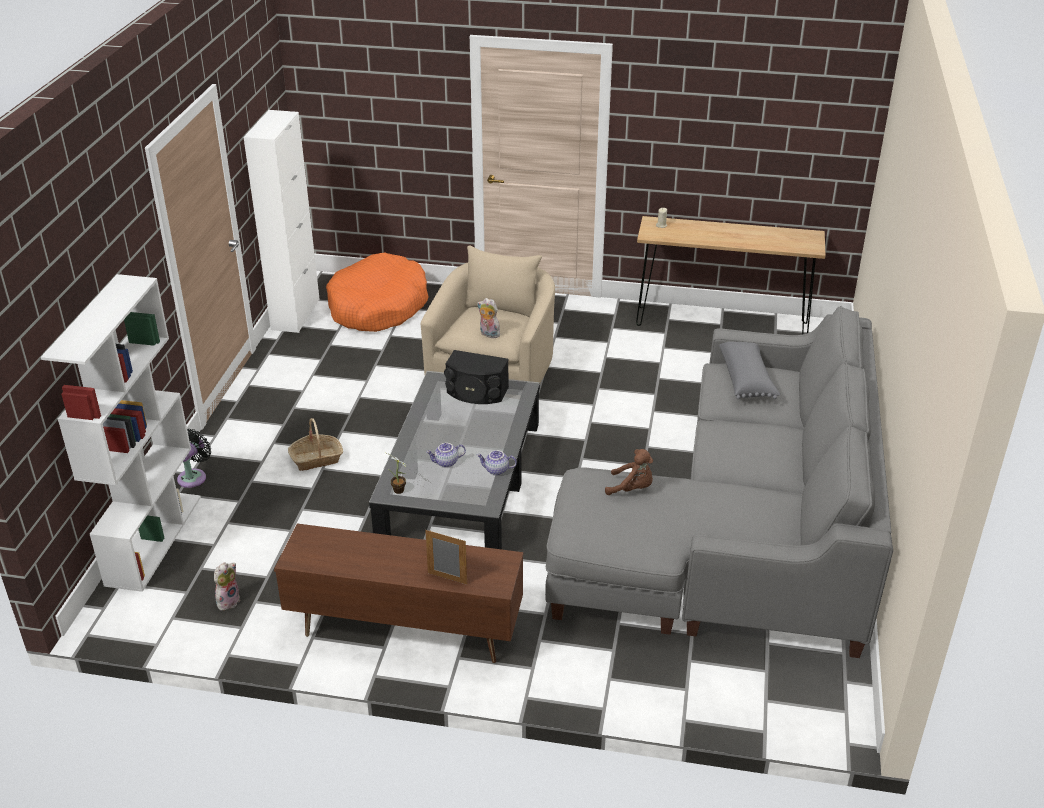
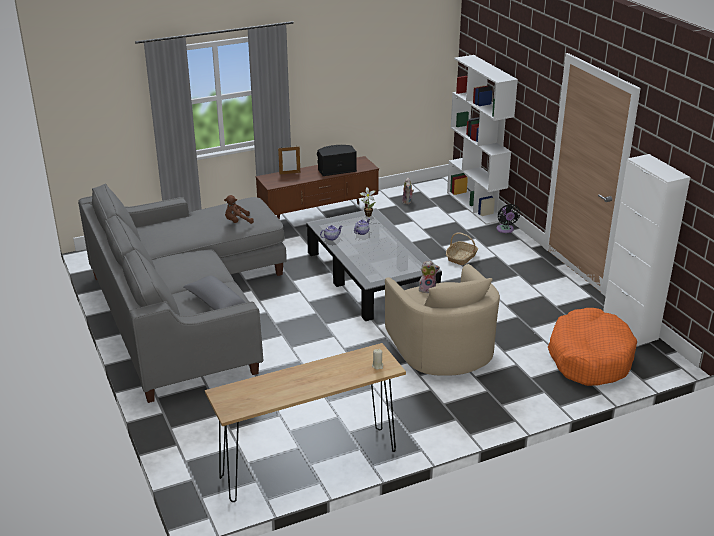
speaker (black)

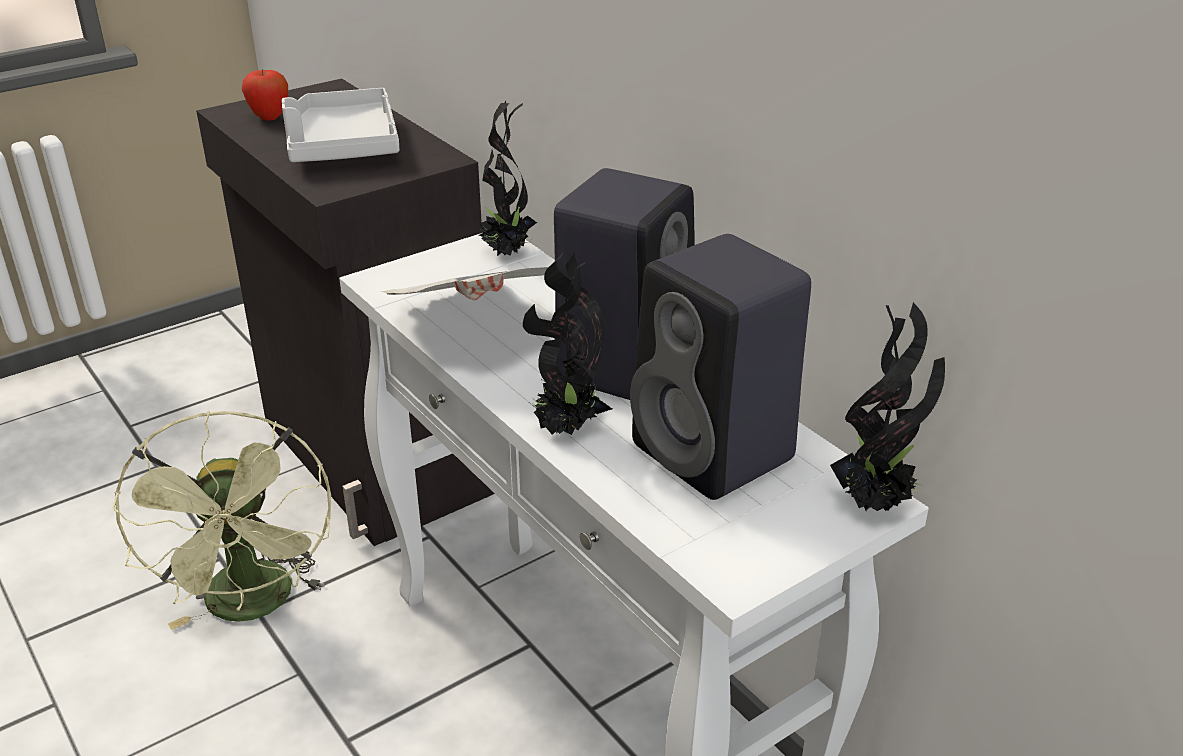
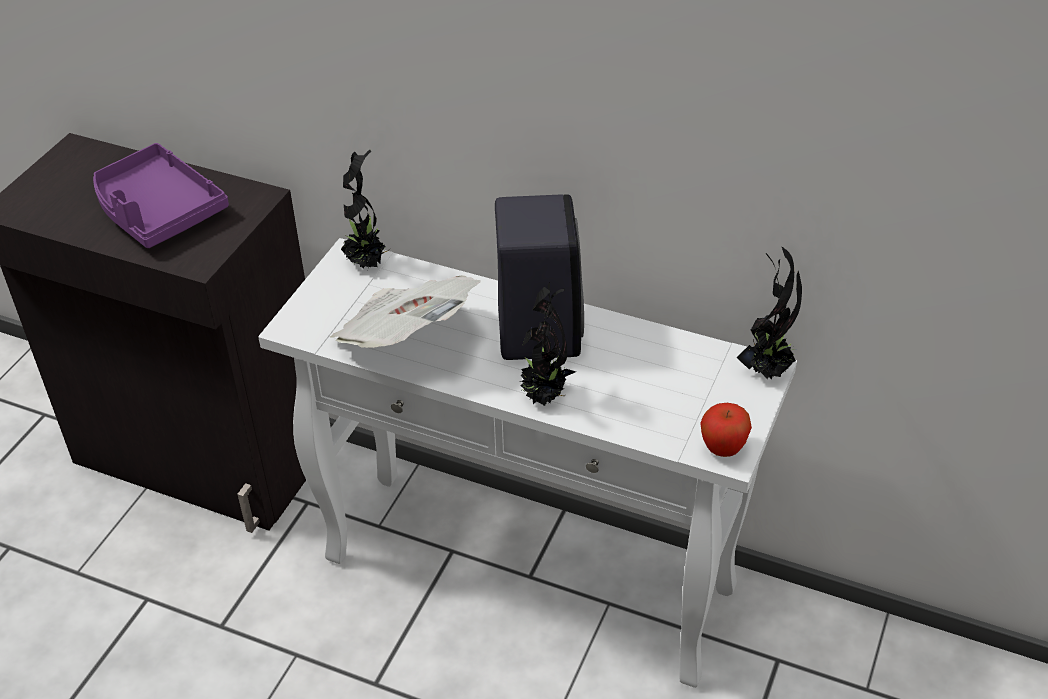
tray (purple)
apple
fan (green)
speaker (black) (2nd from left in the first image)

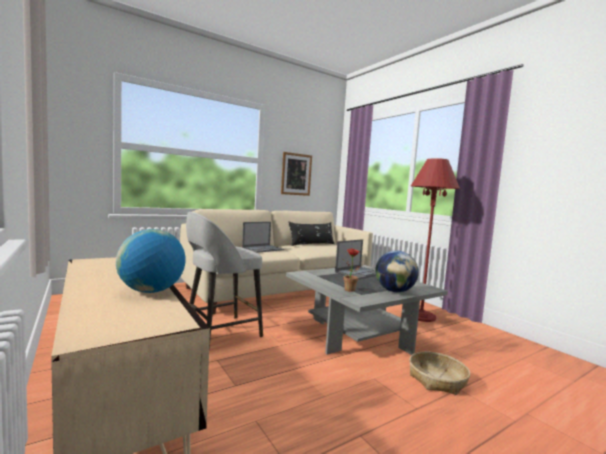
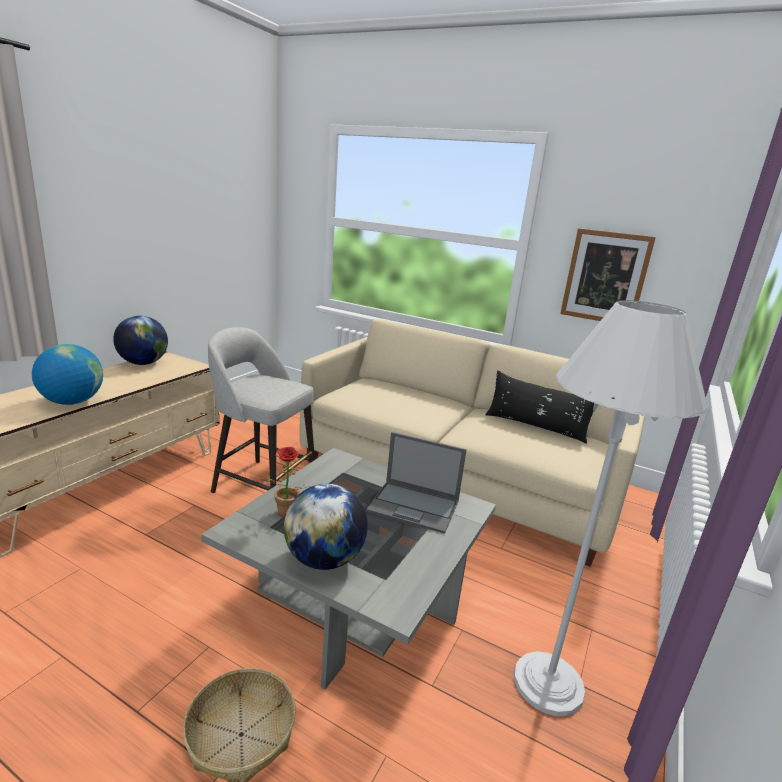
globe (2nd from left)
floor lamp (white)
laptop (1st from left in the first image)

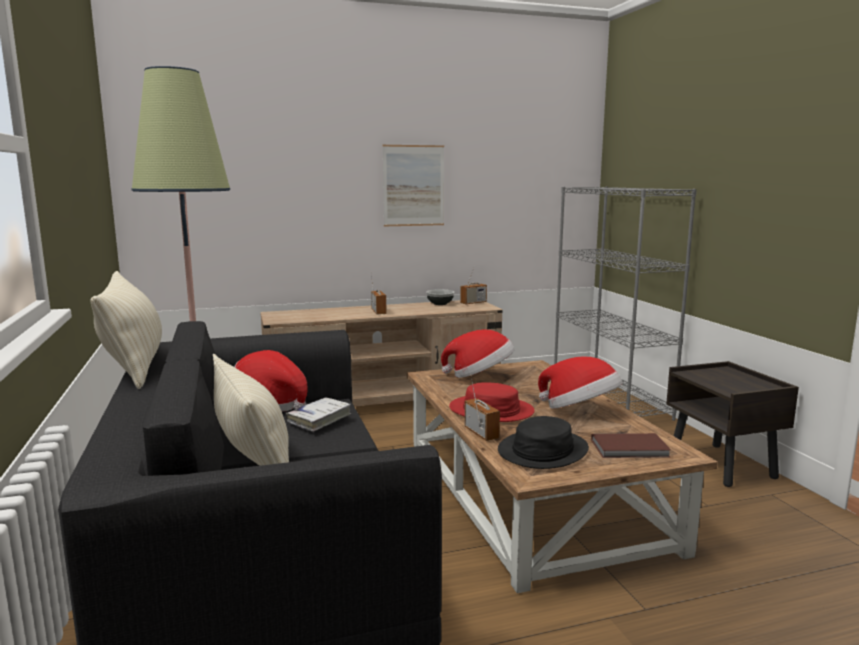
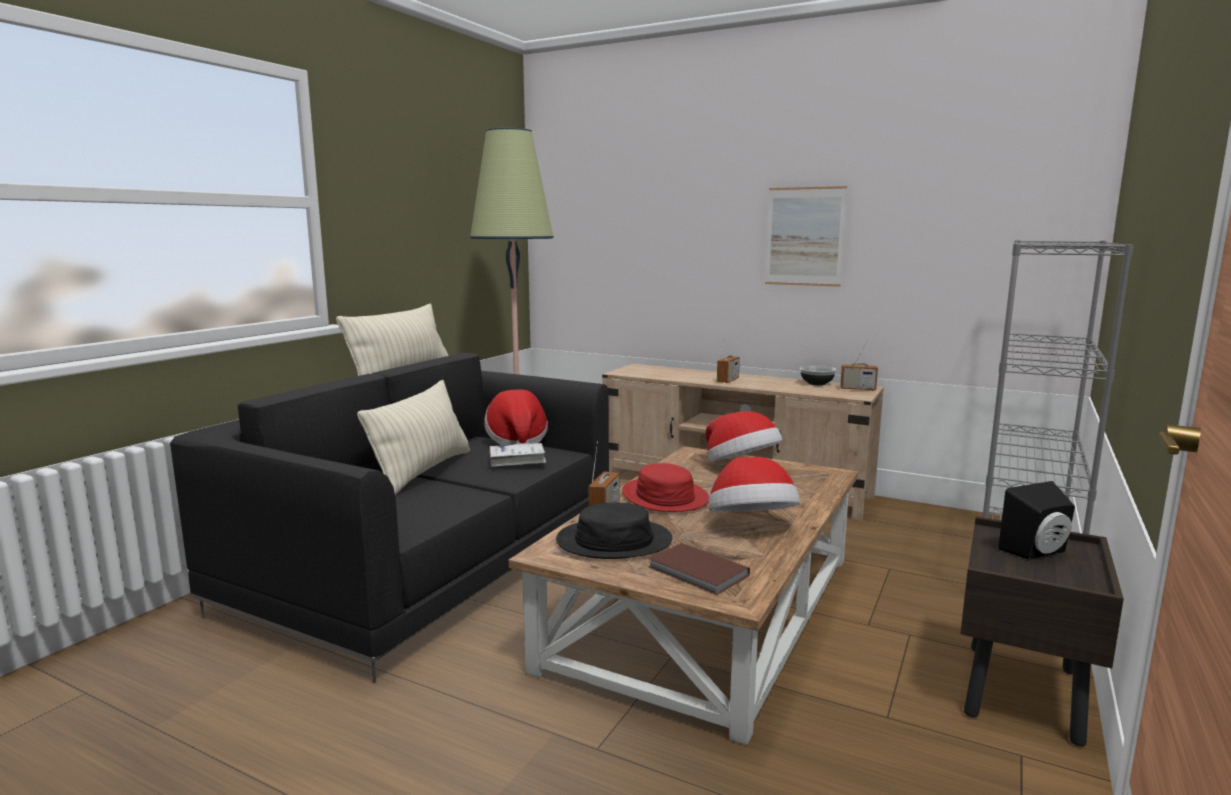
speaker (black)

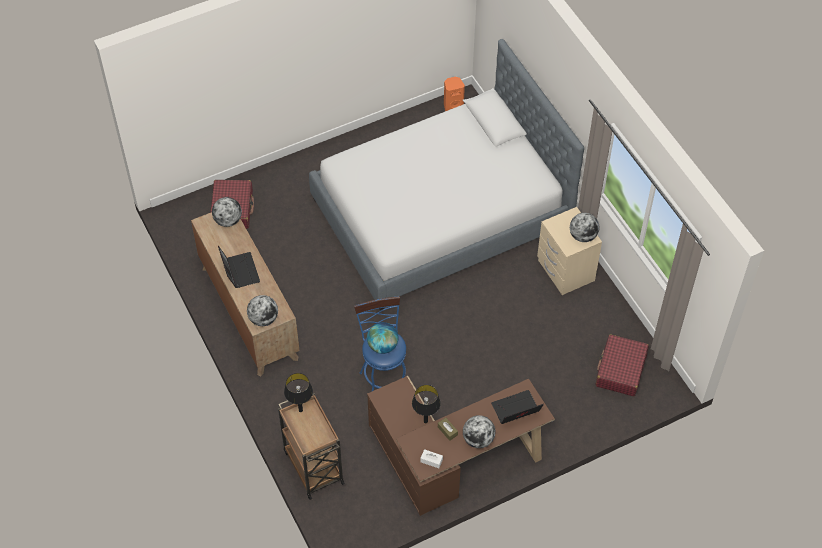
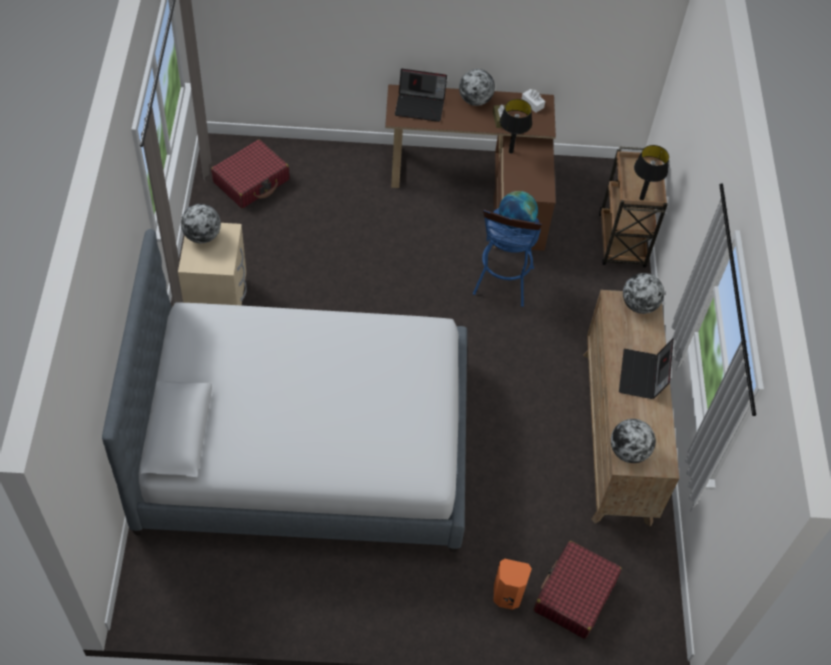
speaker (orange)

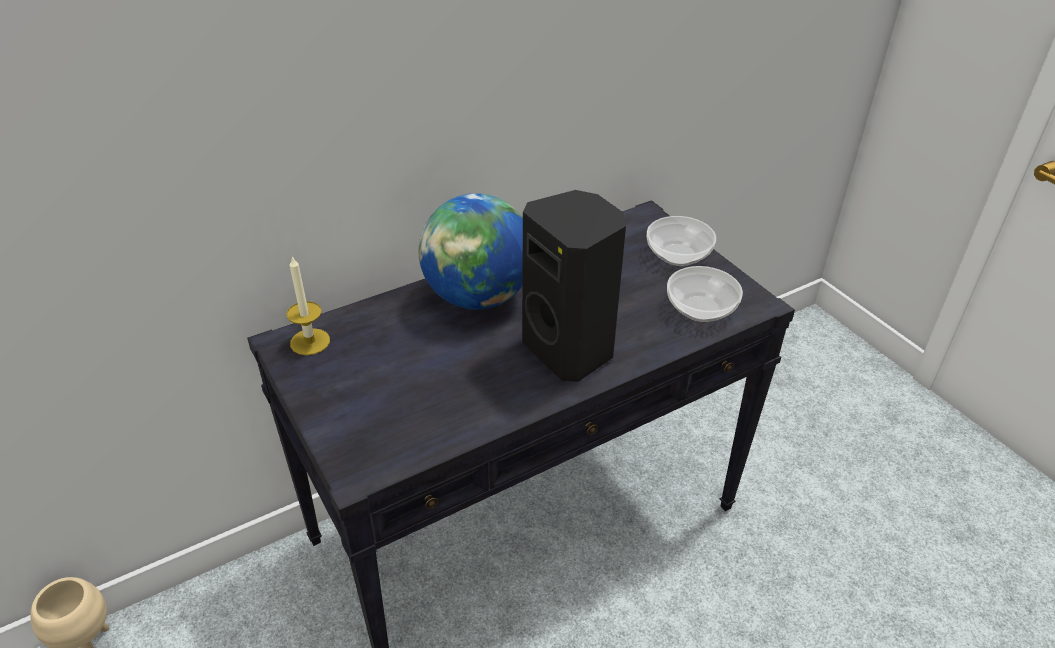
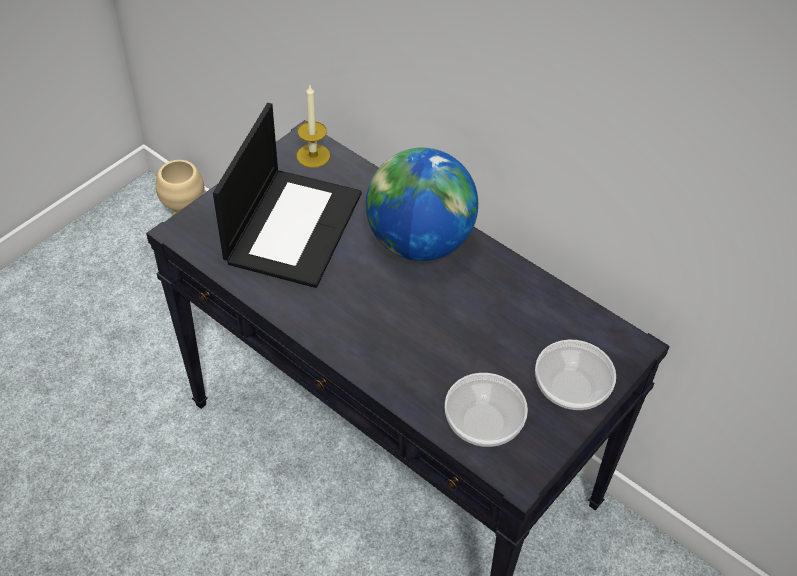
laptop
speaker (black)

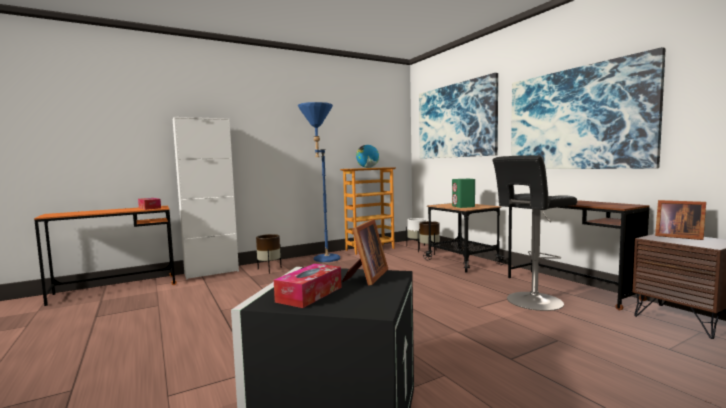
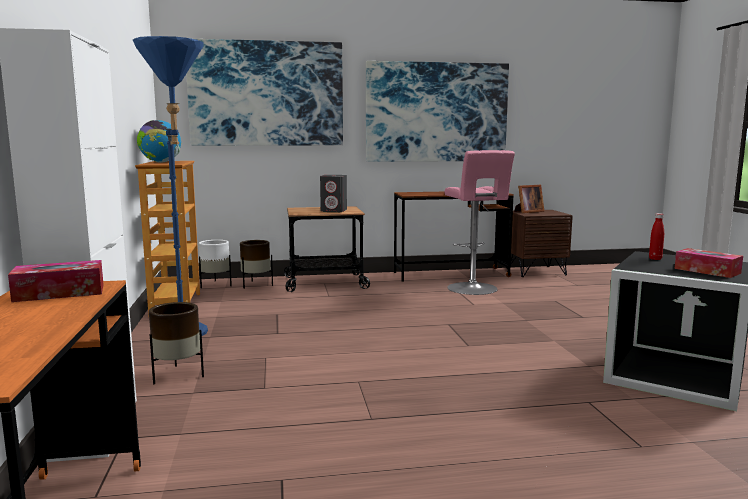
speaker (grey)
stool (pink)
bottle (red)

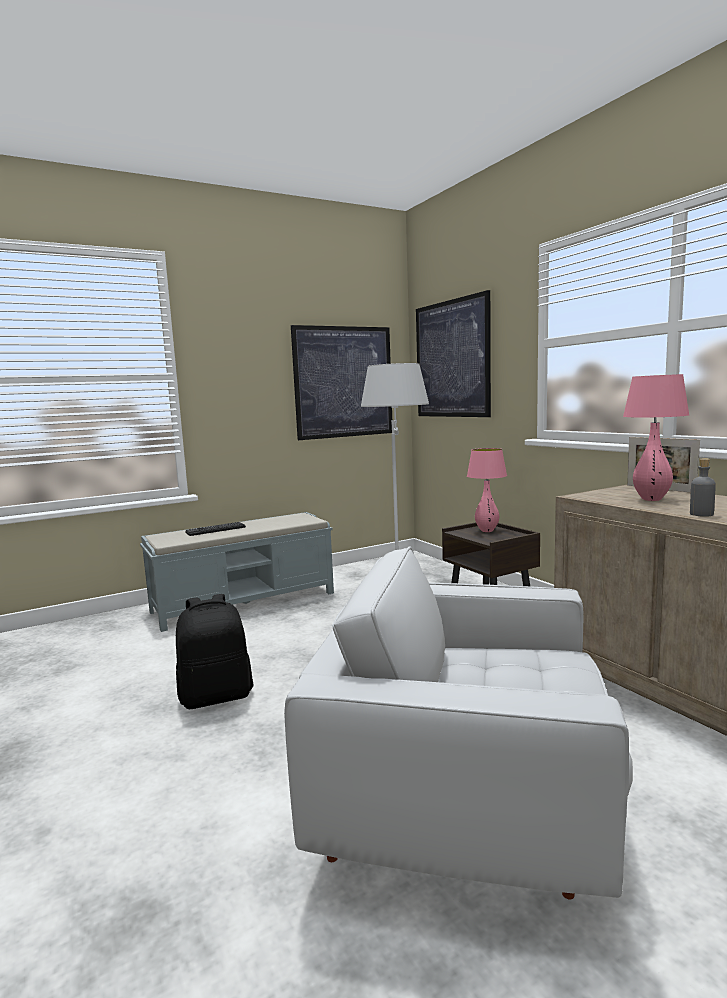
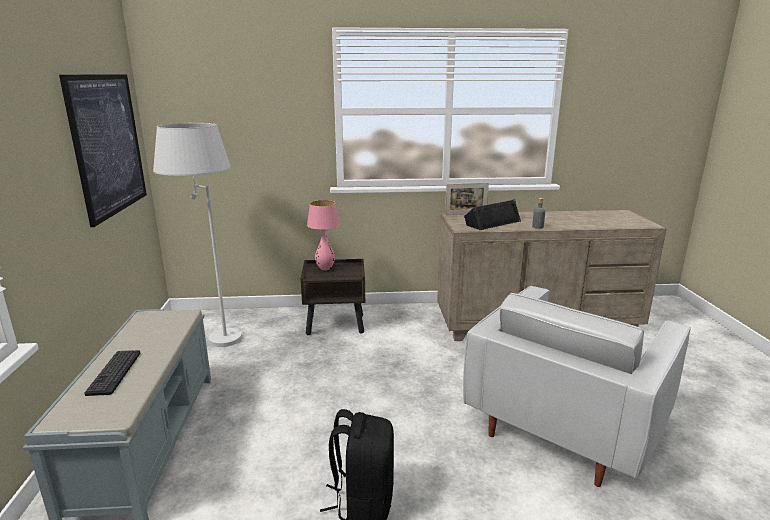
speaker (black)
picture (2nd from left in the first image)

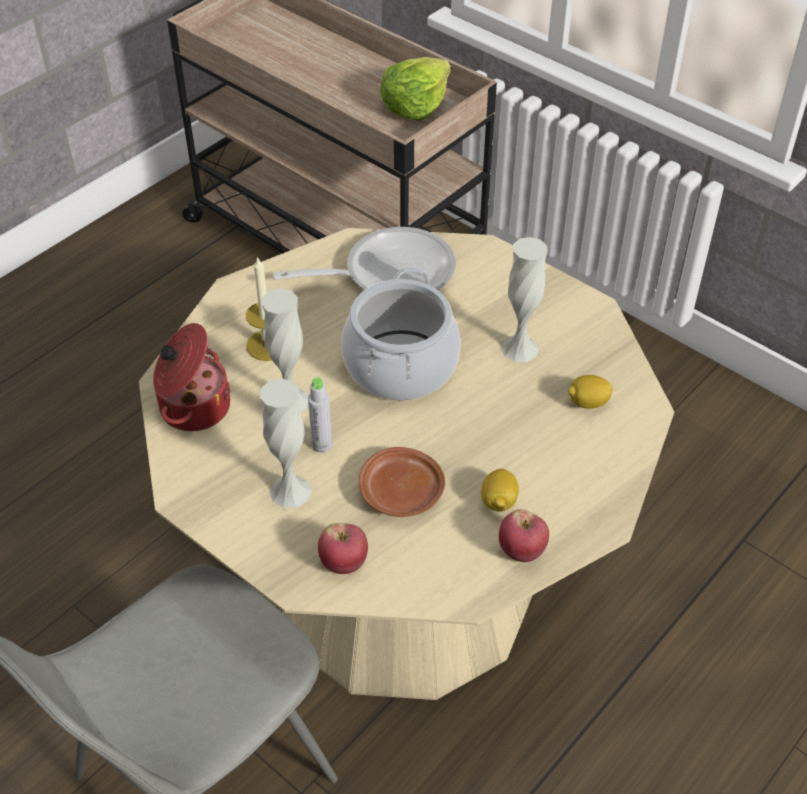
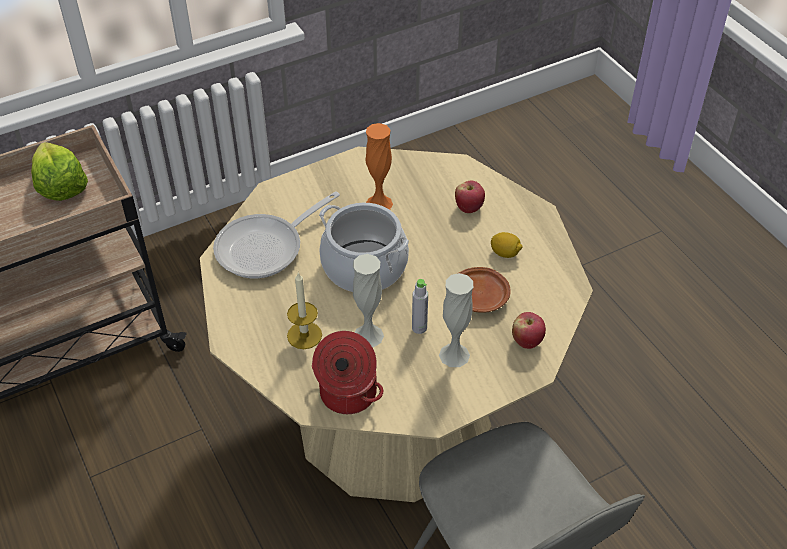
frying pan
vase (orange)
apple (1st from left)
lemon (2nd from left in the first image)

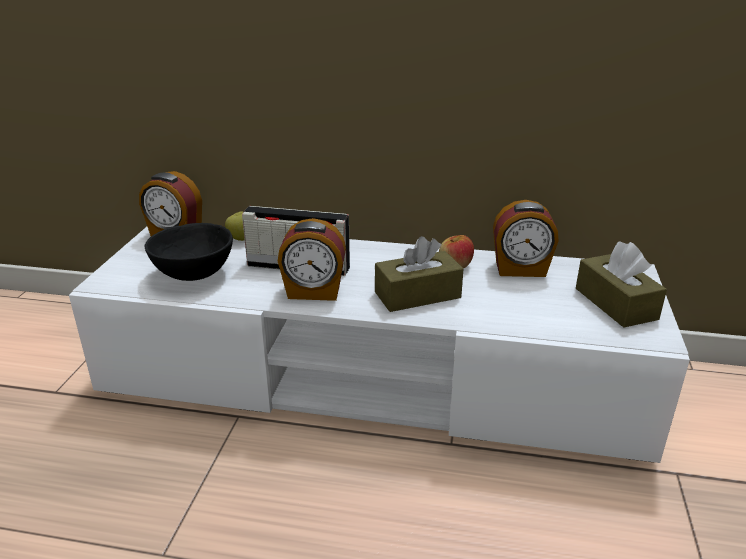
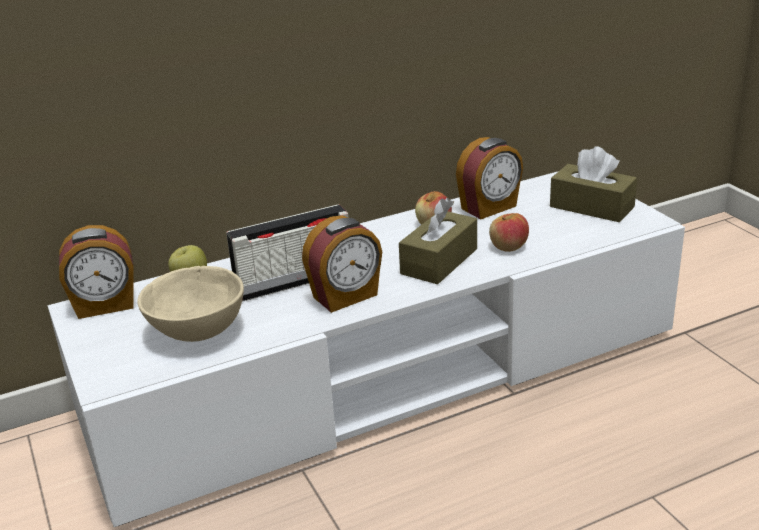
bowl (beige)
apple (3rd from left)

